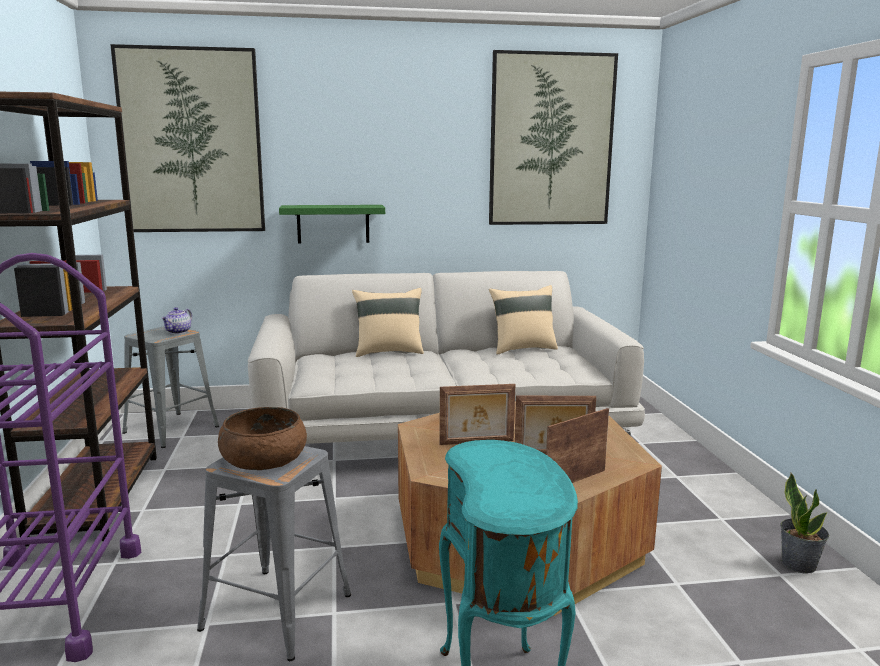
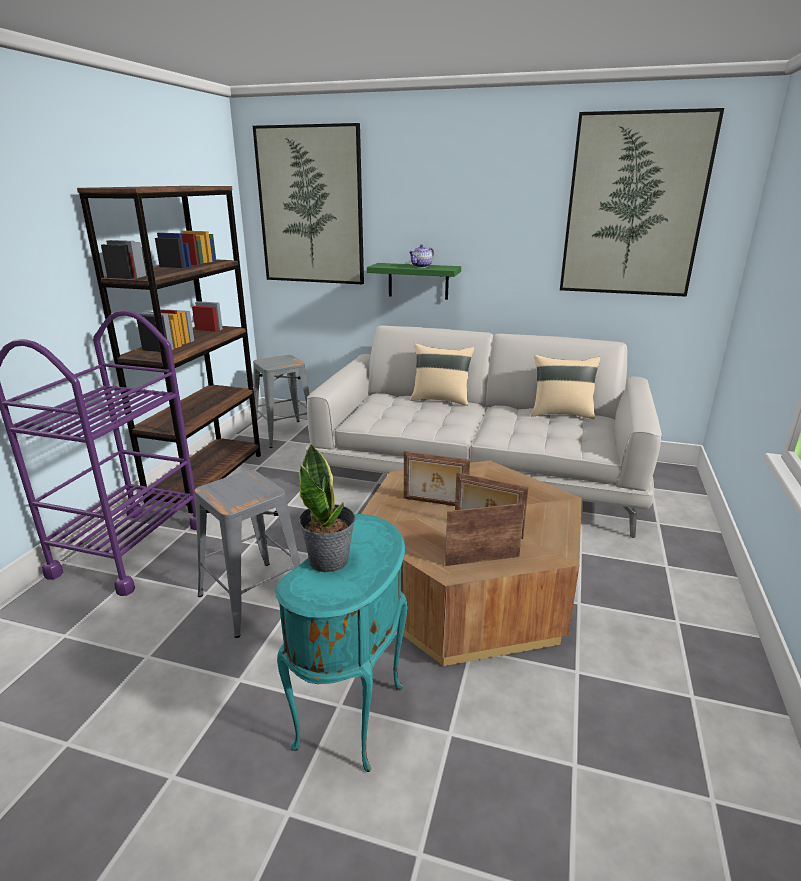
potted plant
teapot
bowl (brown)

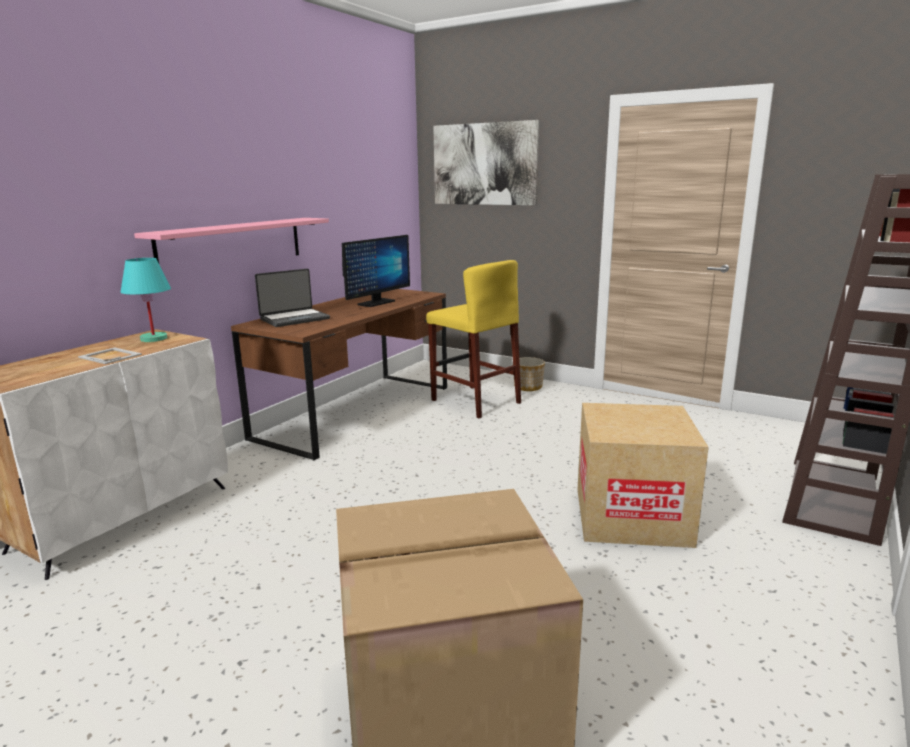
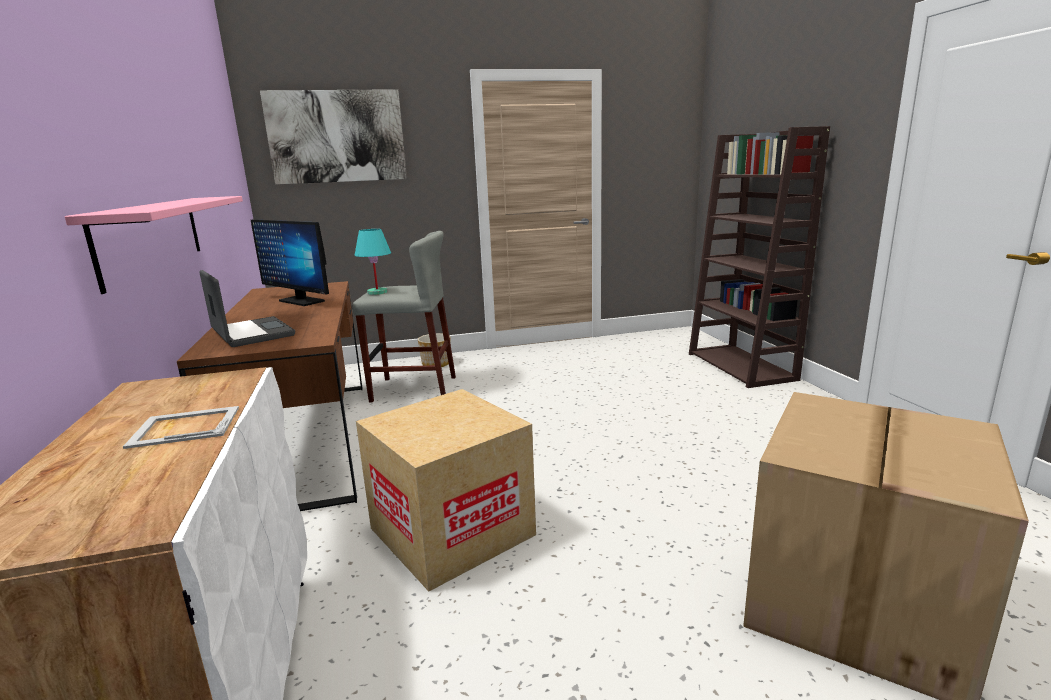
laptop
monitor
stool (grey)
table lamp (turquoise)
cardboard box (1st from left)

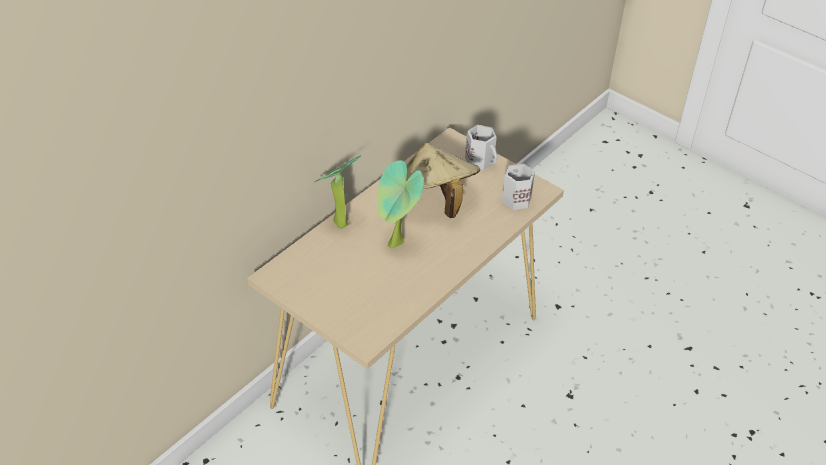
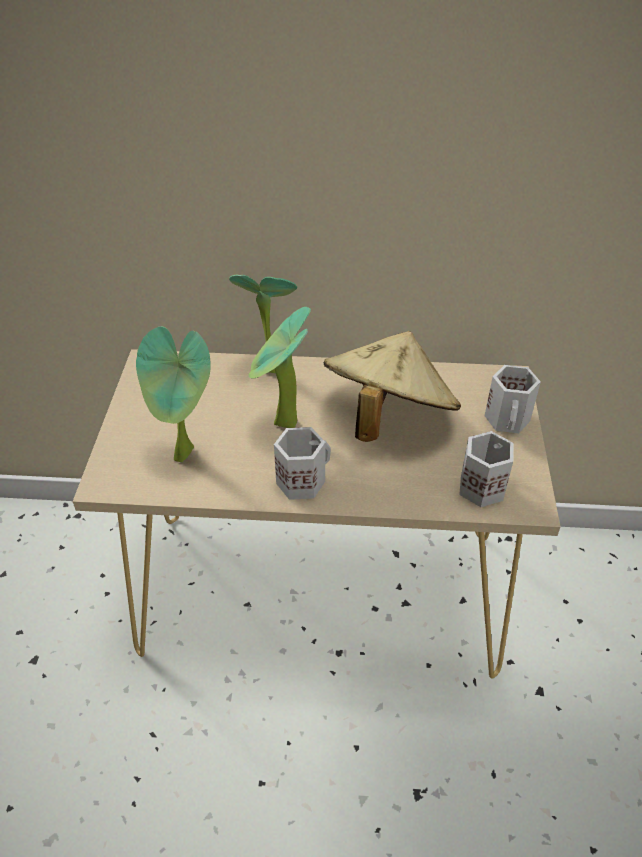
potted plant (1st from left)
mug (white) (1st from left)

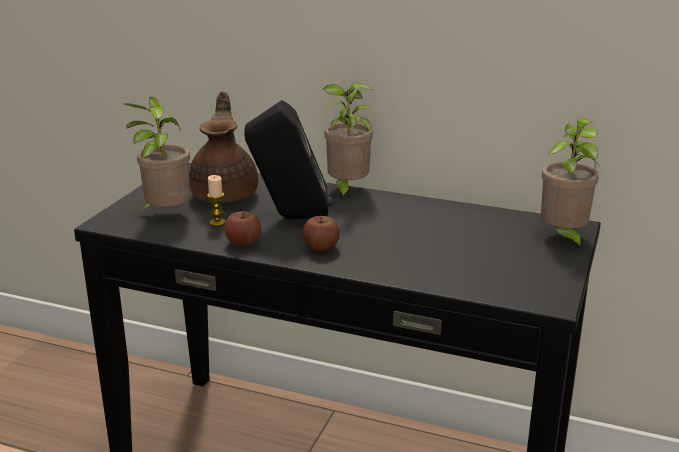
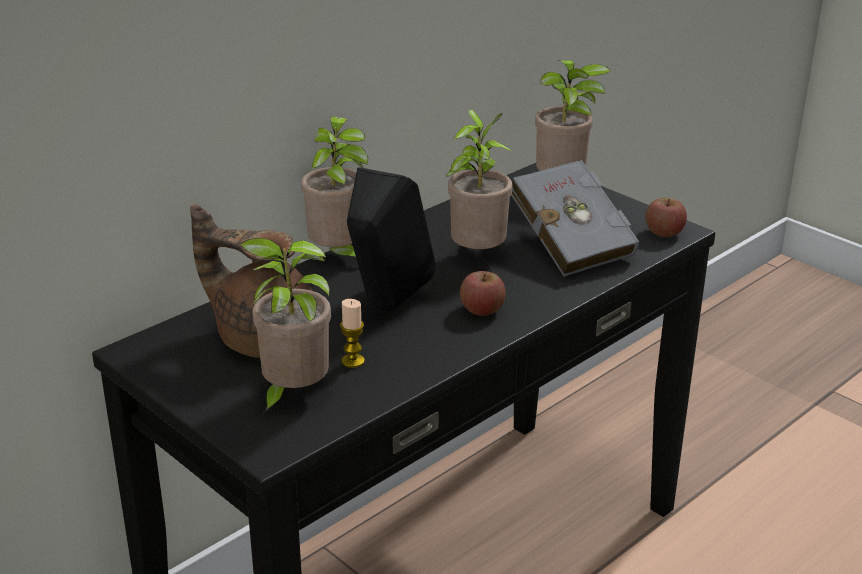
potted plant (3rd from left)
book (grey)
apple (2nd from left)

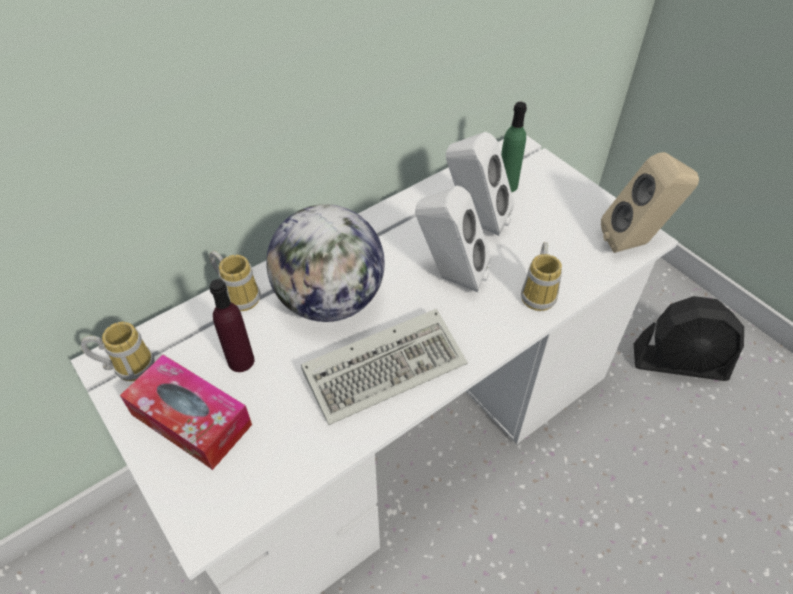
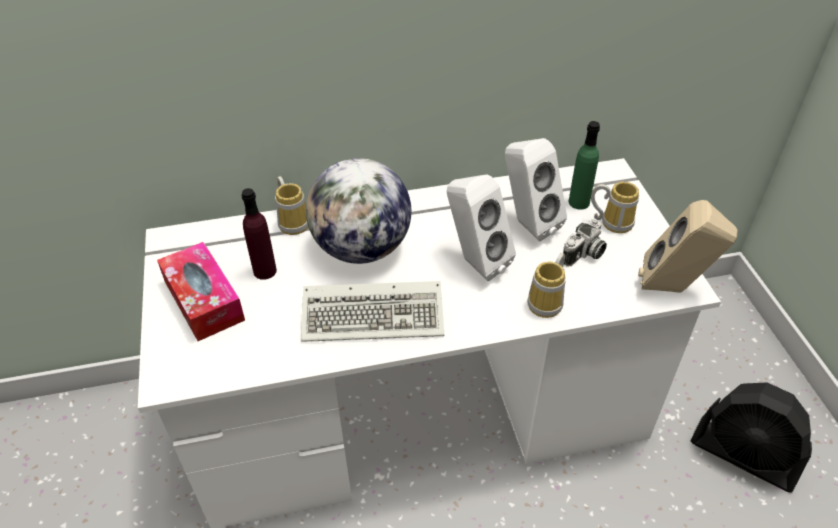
photo camera
mug (3rd from left)

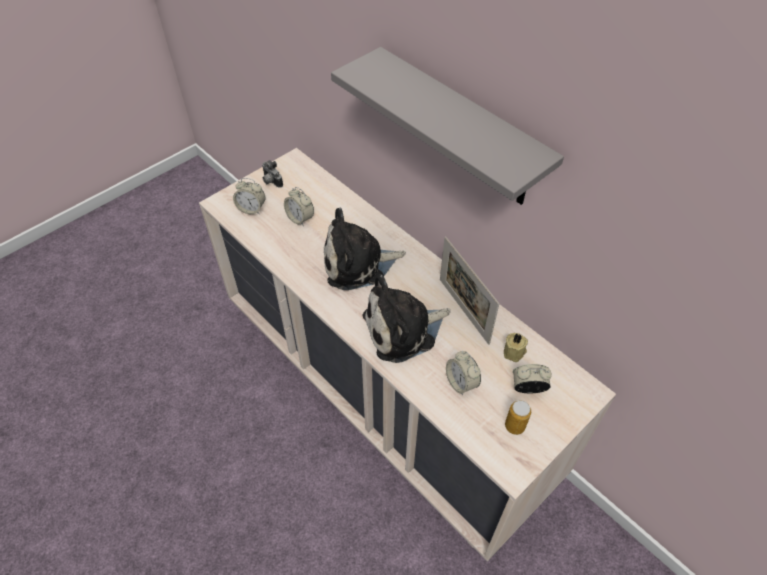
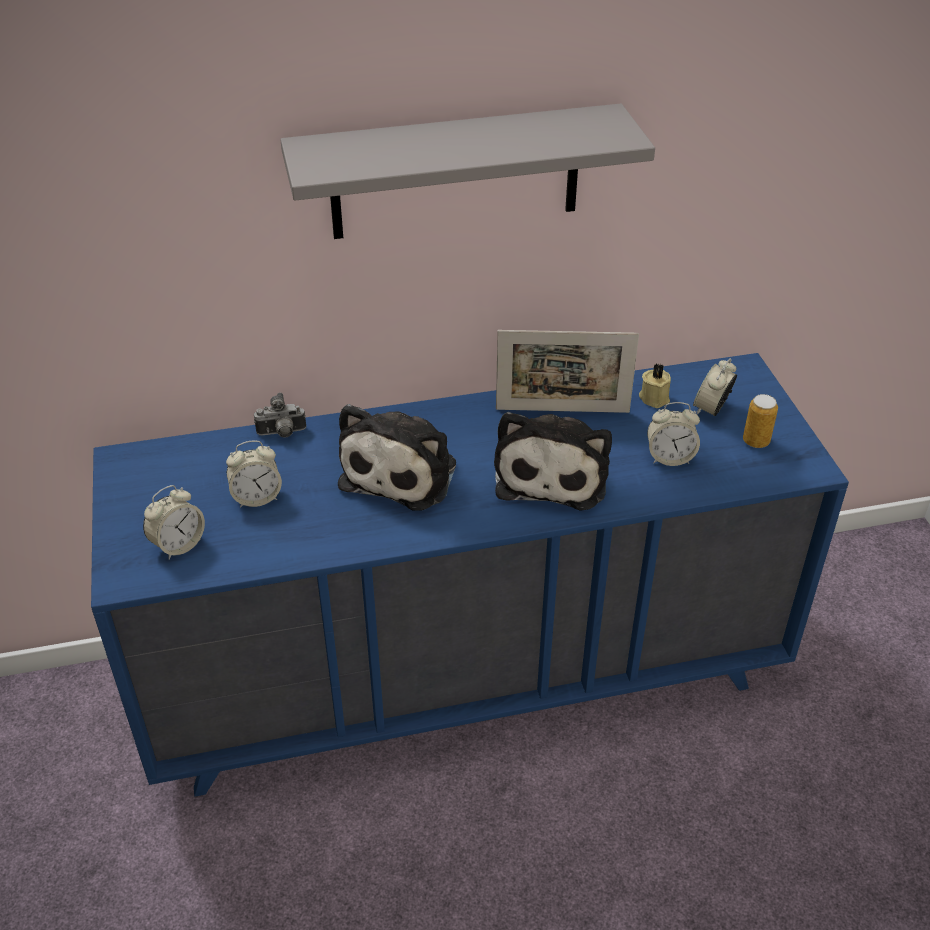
dresser (blue)
photo camera

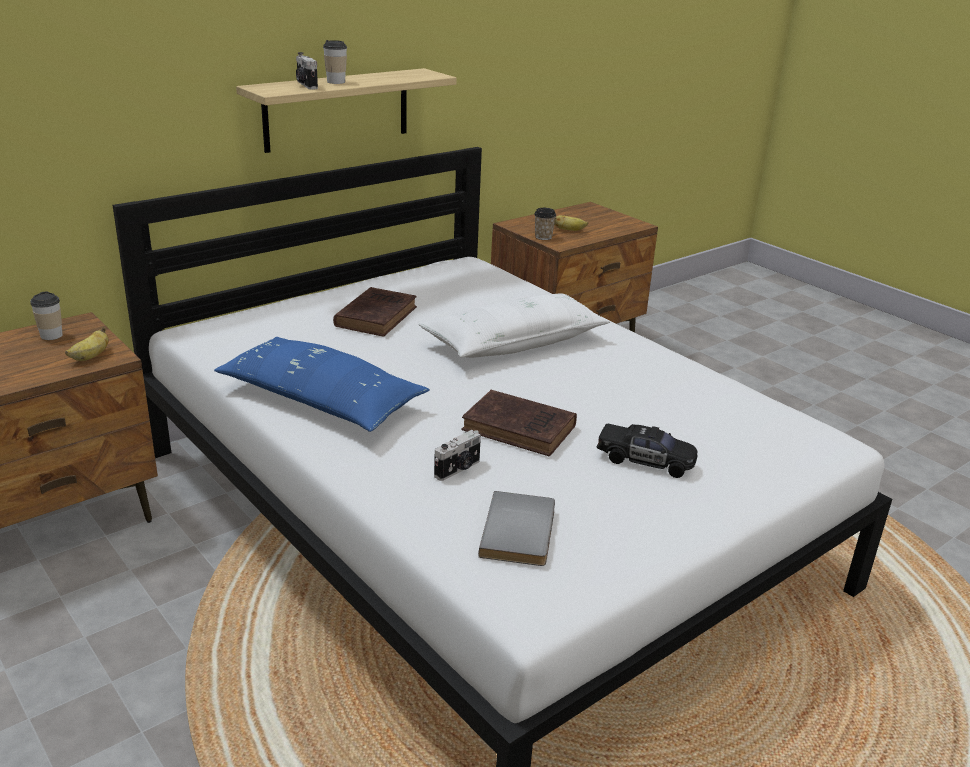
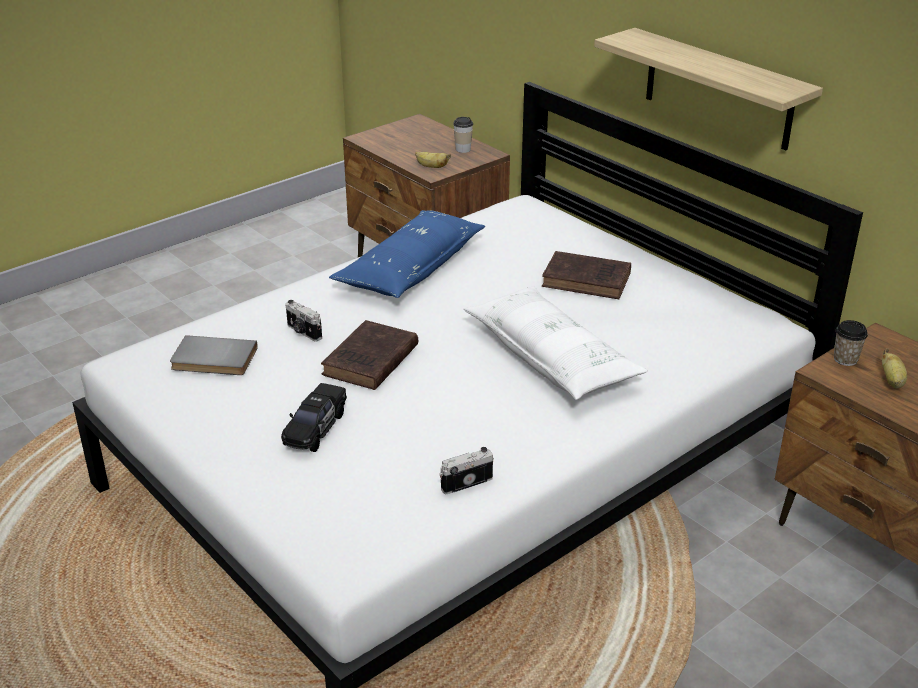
photo camera (2nd from left)
cup (2nd from left in the first image)

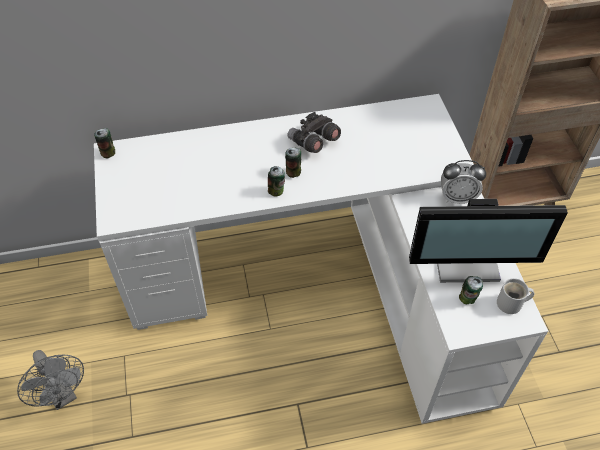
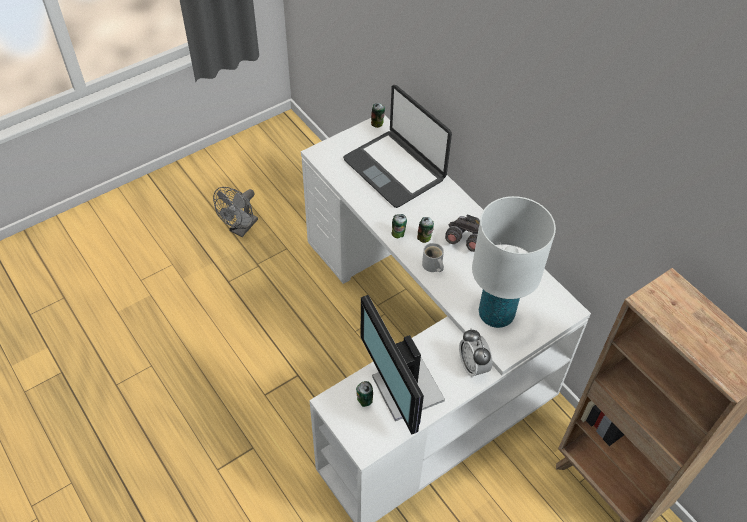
laptop
mug (white)
table lamp (white)

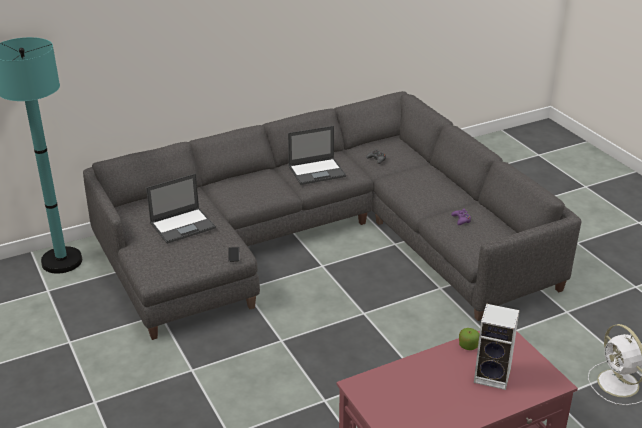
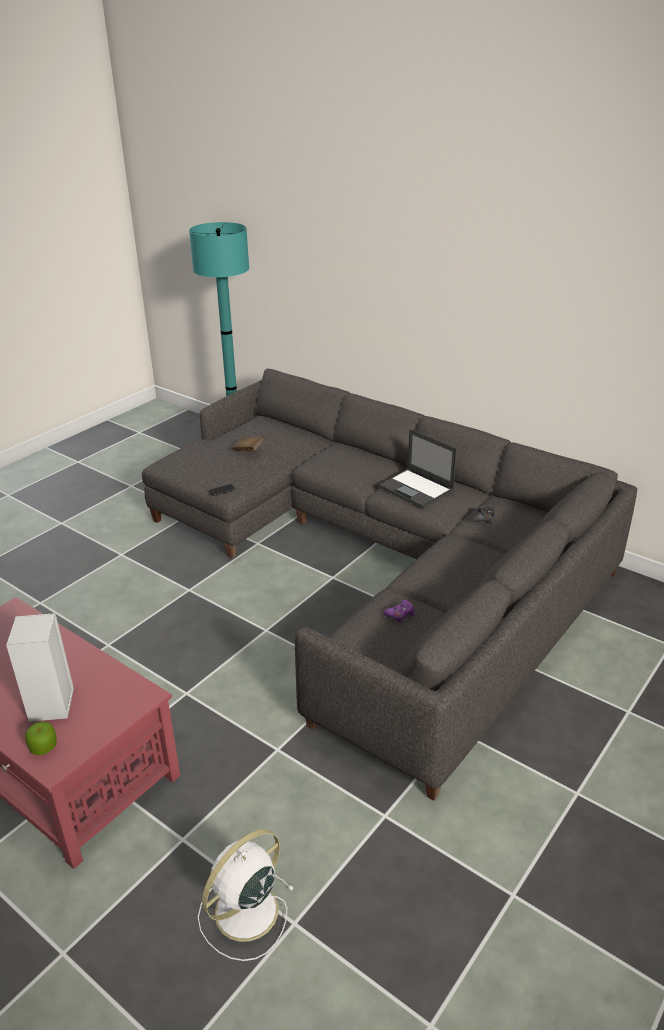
apple
book (brown)

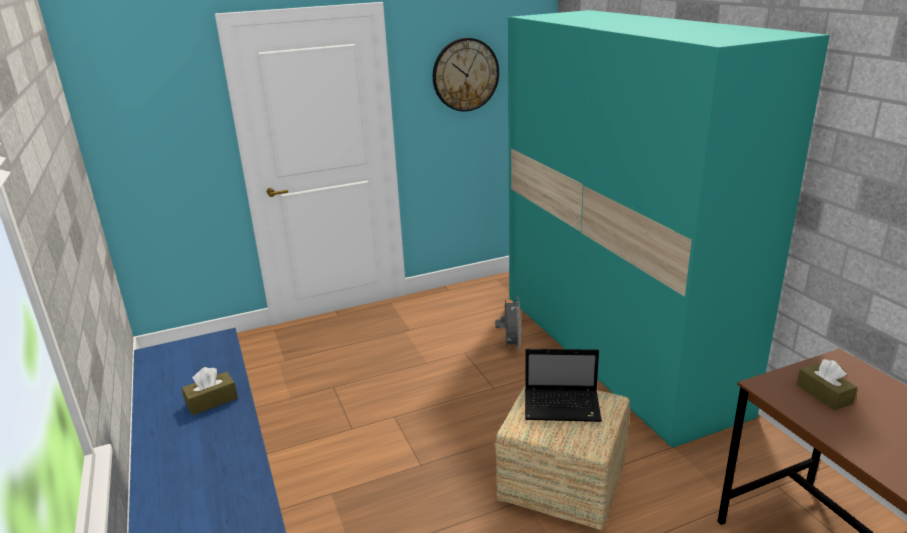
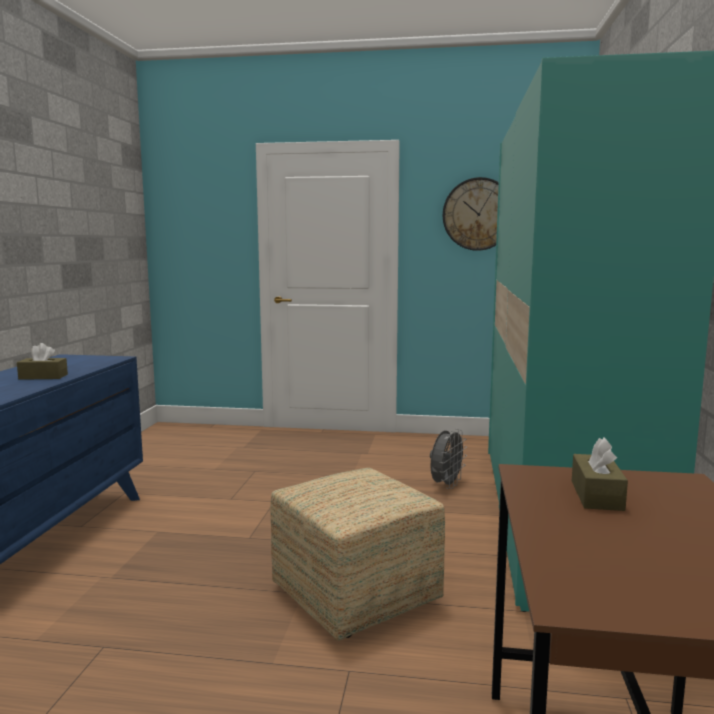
laptop

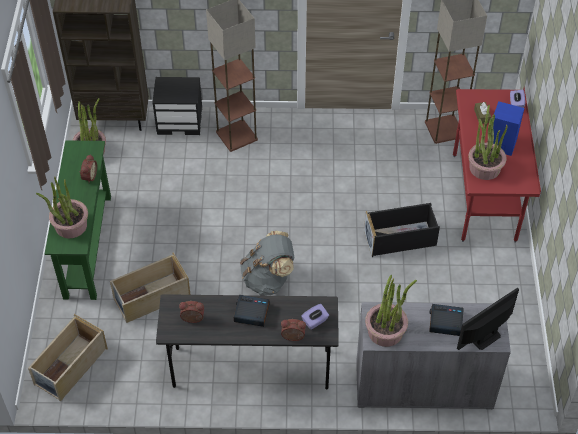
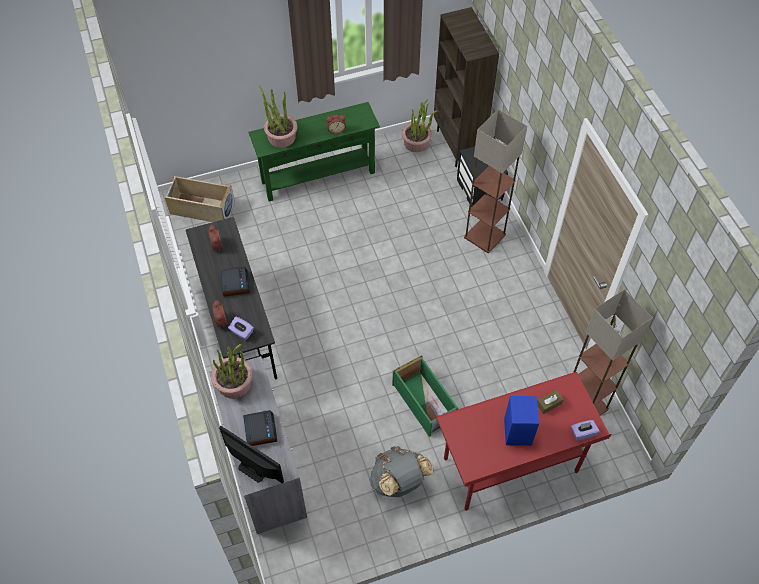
backpack (grey)
storage box (green)
storage box (beige) (2nd from left in the first image)
potted plant (4th from left in the first image)

